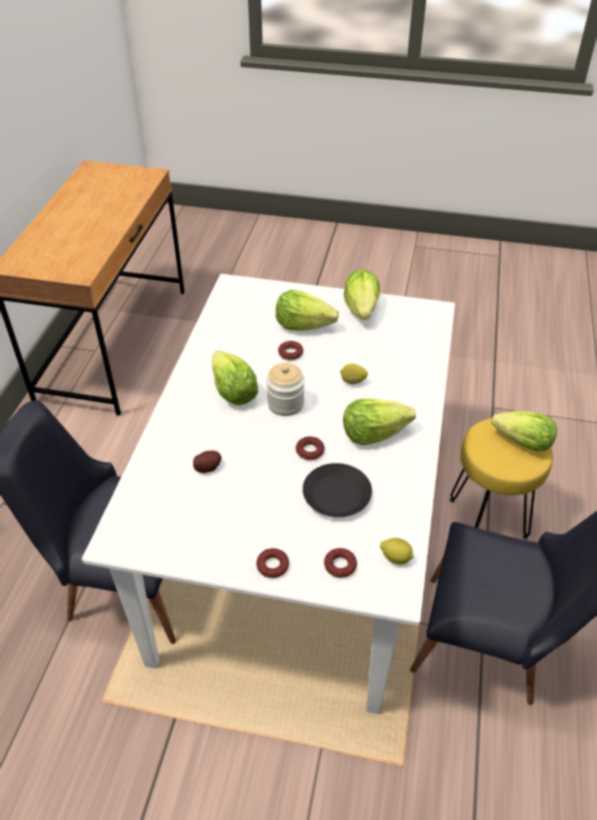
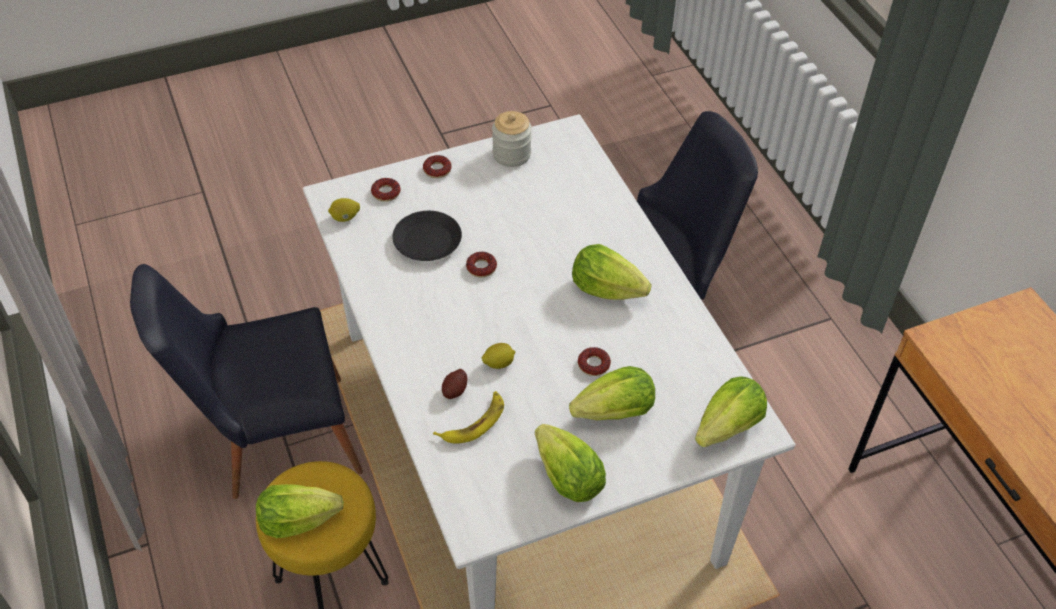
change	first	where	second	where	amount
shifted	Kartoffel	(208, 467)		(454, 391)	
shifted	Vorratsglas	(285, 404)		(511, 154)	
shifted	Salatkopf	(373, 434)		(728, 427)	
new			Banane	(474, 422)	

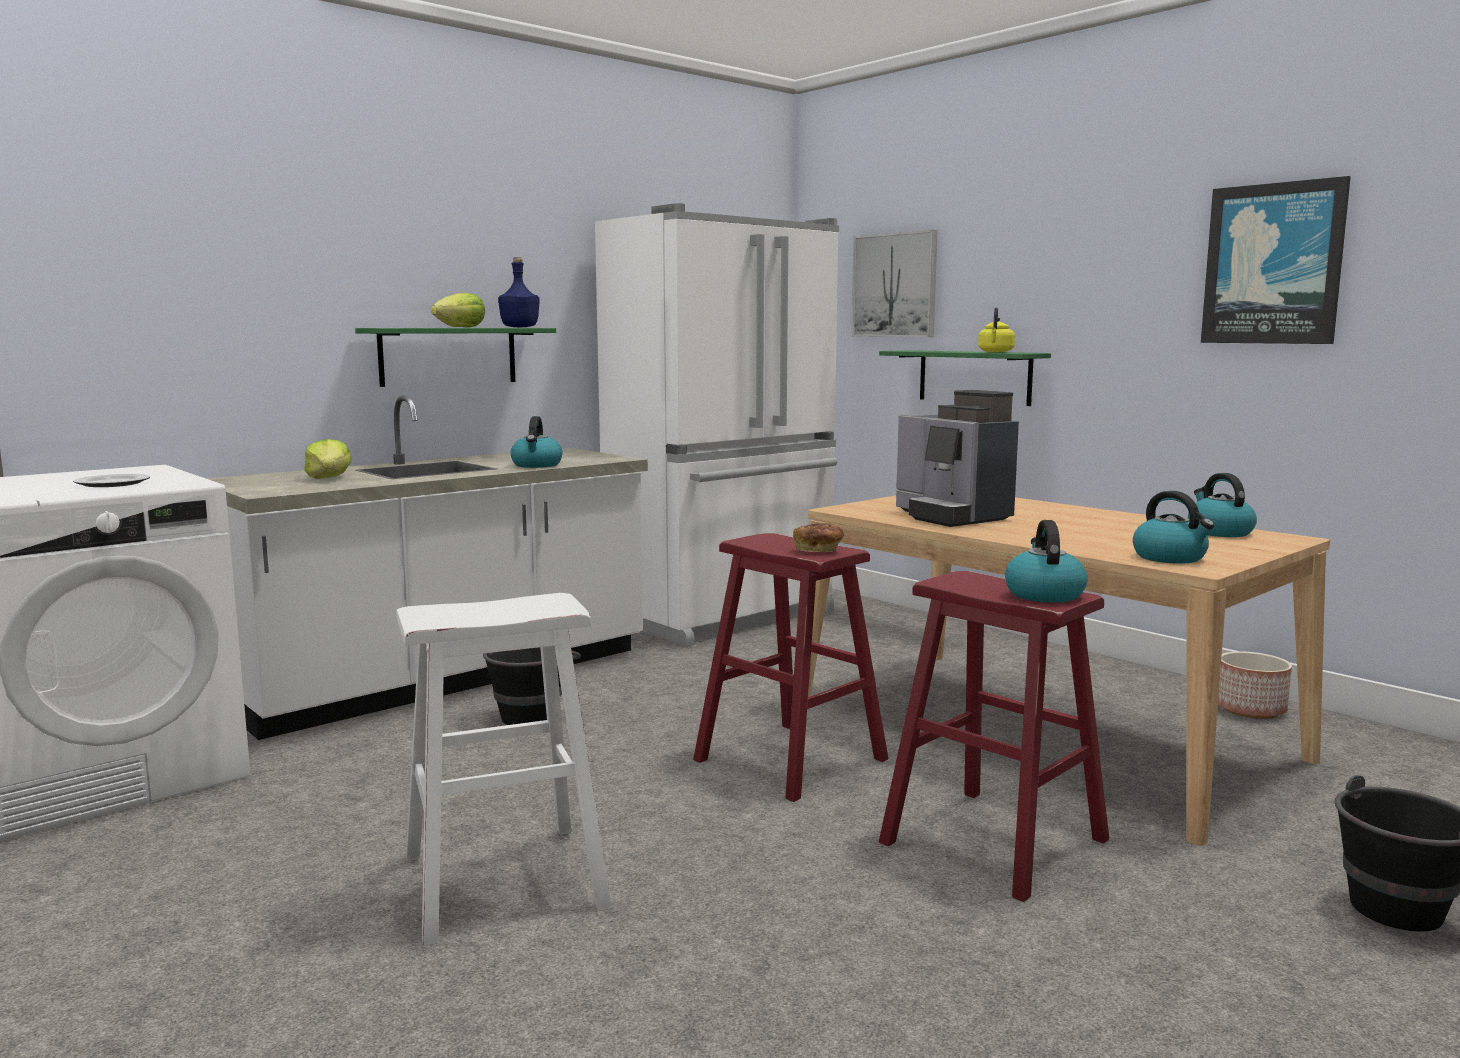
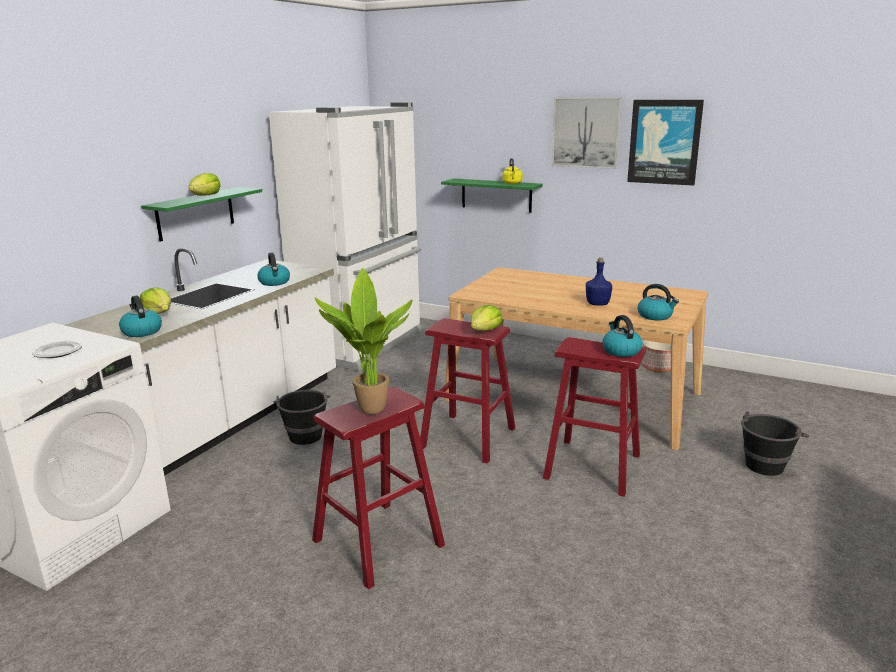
change	first	where	second	where	amount
repainted	Hocker (weiß)	(504, 880)	Hocker (rot)	(378, 542)	
shifted	Flasche (blau)	(519, 327)		(597, 304)	
swapped	Brot	(819, 550)	Salatkopf	(485, 330)	
shifted	Bild	(895, 285)		(586, 132)	
gone	Kaffeemaschine	(951, 516)			
shifted	Wasserkessel	(1219, 532)		(141, 331)	
new			Topfpflanze	(368, 410)	

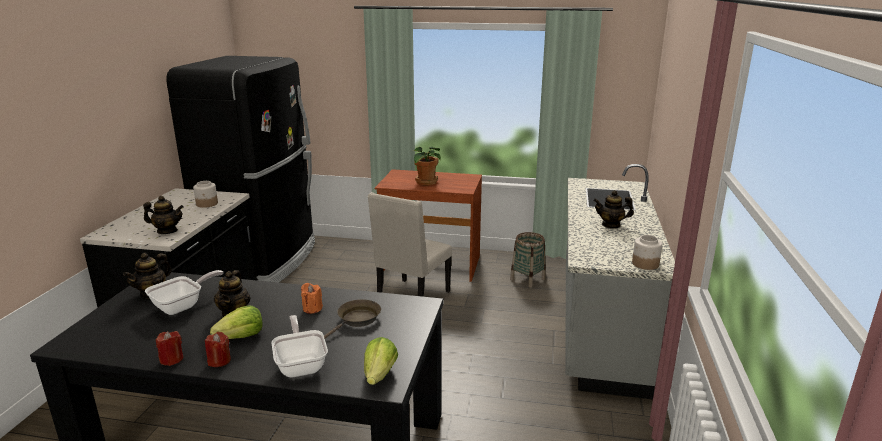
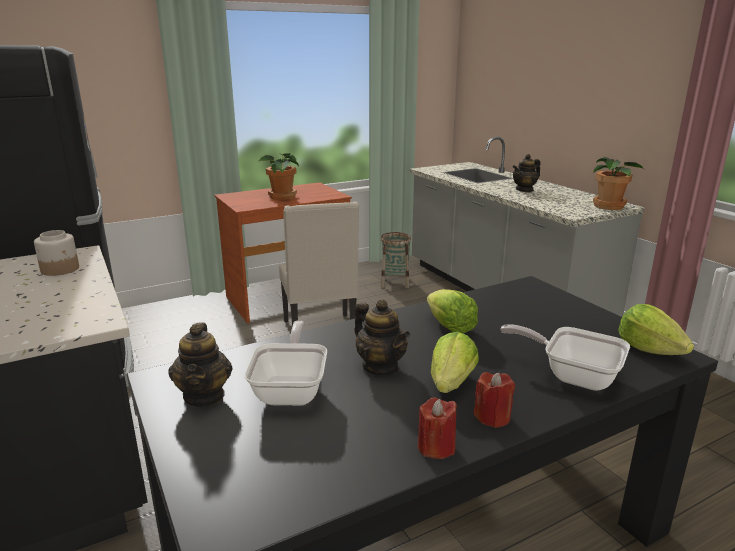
change	first	where	second	where	amount
gone	Teekanne	(167, 231)			
swapped	Kerze (orange)	(312, 308)	Salatkopf	(449, 327)	
gone	Pfanne (braun)	(357, 320)			
swapped	Vorratsglas	(645, 264)	Topfpflanze	(609, 206)	

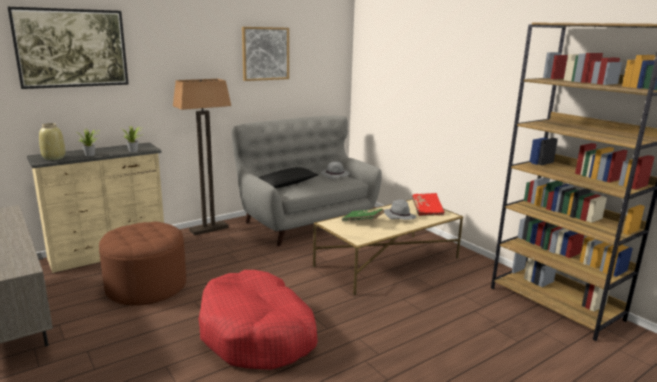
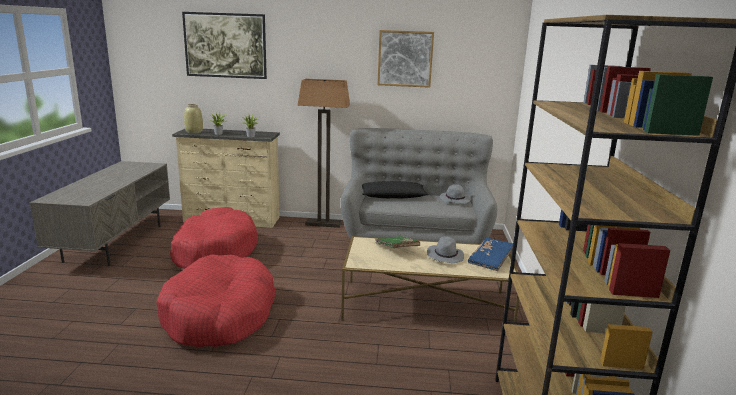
change	first	where	second	where	amount
swapped	Polsterhocker (braun)	(146, 286)	Hundebett (rot)	(214, 251)	
repainted	Buch (rot)	(427, 210)	Buch (blau)	(490, 261)	

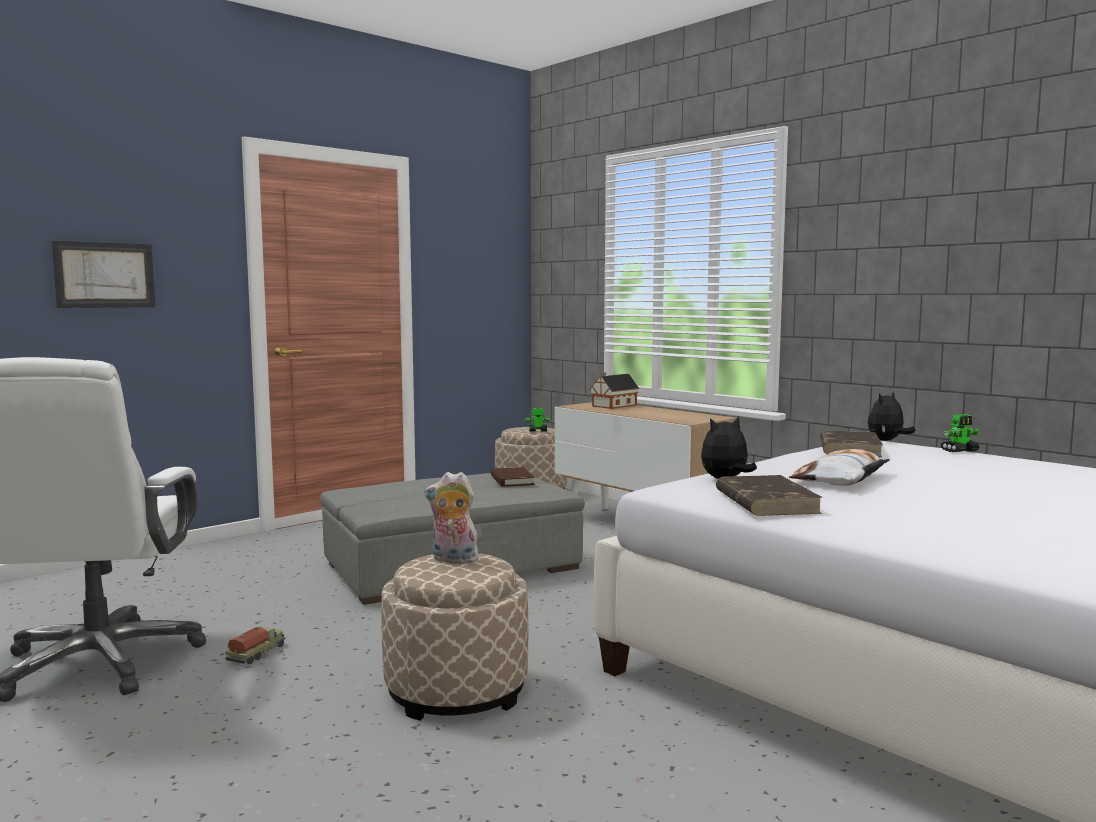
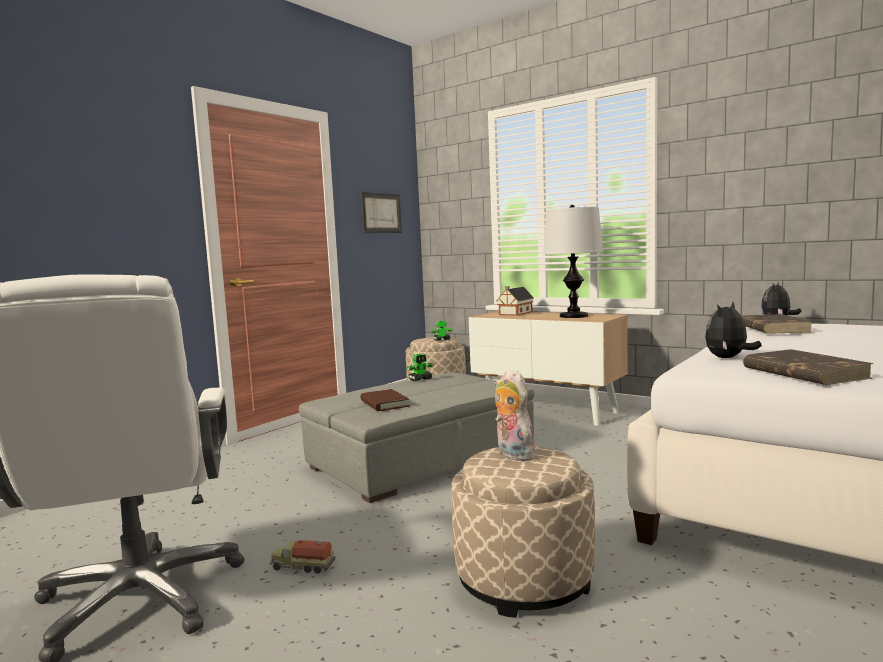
change	first	where	second	where	amount
shifted	Bild	(105, 275)		(381, 213)	
rotated	Spielzeuglaster	(257, 654)		(302, 566)	90 degrees counterclockwise
rotated	Plüschtier	(453, 560)		(512, 454)	60 degrees clockwise
shifted	Buch (braun)	(512, 480)		(384, 403)	
gone	Kissen	(841, 479)			
shifted	Spielzeugroboter	(960, 451)		(420, 379)	
new			Tischlampe	(574, 316)	

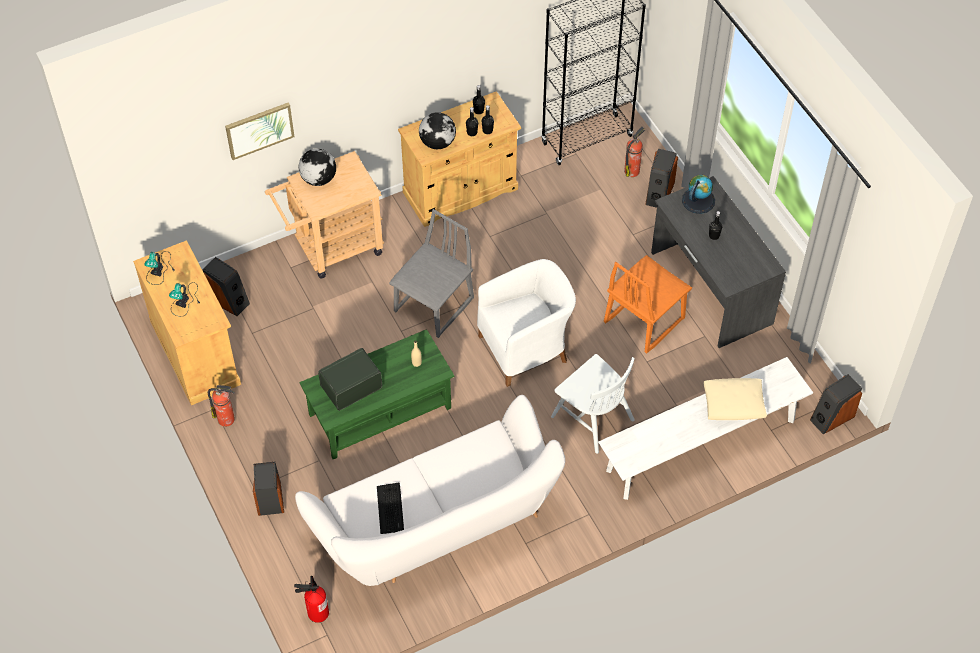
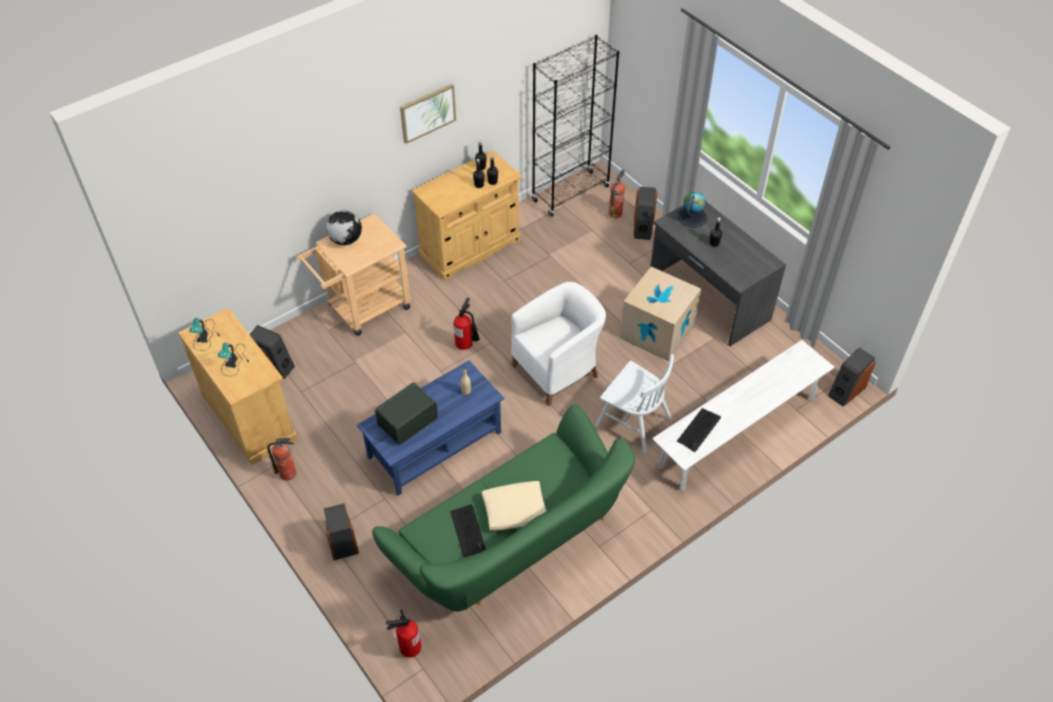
change	first	where	second	where	amount
shifted	Bild	(259, 130)		(427, 112)	
repainted	Sofa (weiß)	(438, 527)	Sofa (grün)	(511, 544)	
repainted	Couchtisch (grün)	(380, 412)	Couchtisch (blau)	(435, 445)	
swapped	Stuhl (grau)	(434, 305)	Feuerlöscher	(467, 345)	
gone	Globus	(438, 142)			
swapped	Stuhl (orange)	(643, 320)	Karton	(657, 332)	
shifted	Kissen (beige)	(733, 404)		(514, 511)	
new			Tastatur	(699, 430)	

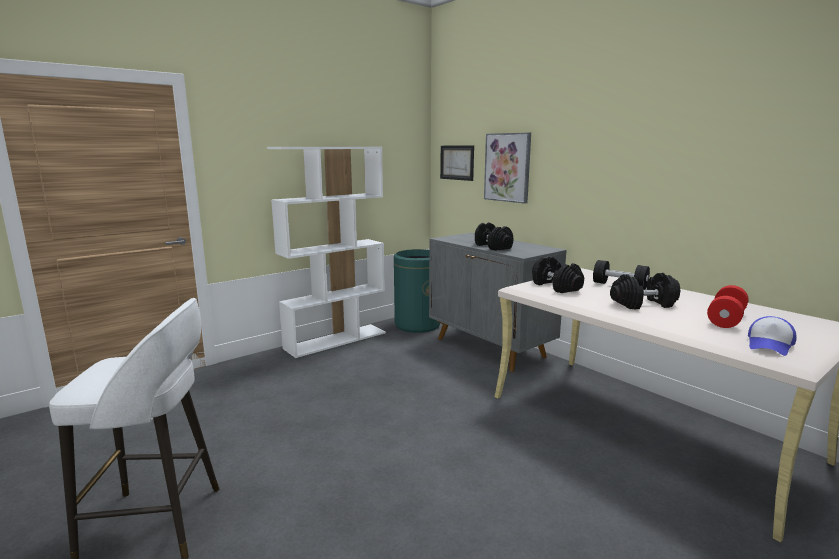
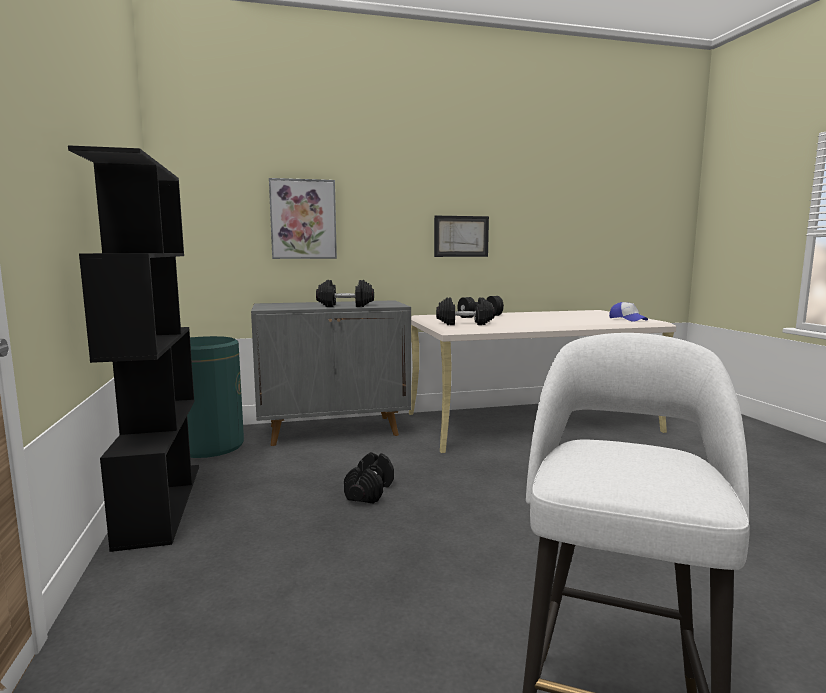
change	first	where	second	where	amount
repainted	Bücherregal (weiß)	(336, 340)	Bücherregal (schwarz)	(160, 502)	
shifted	Bild	(457, 162)		(461, 236)	
shifted	Hantel (schwarz)	(643, 304)		(370, 491)	
gone	Hantel (rot)	(726, 319)			

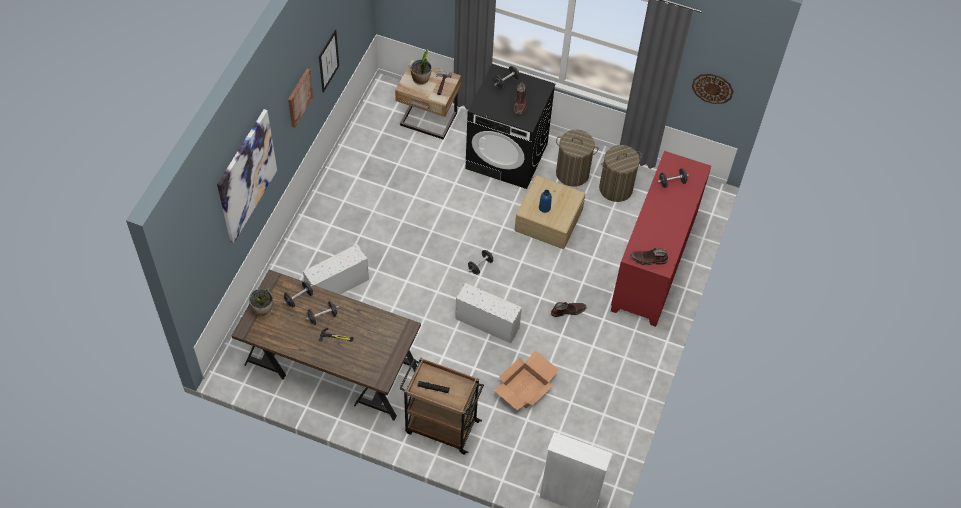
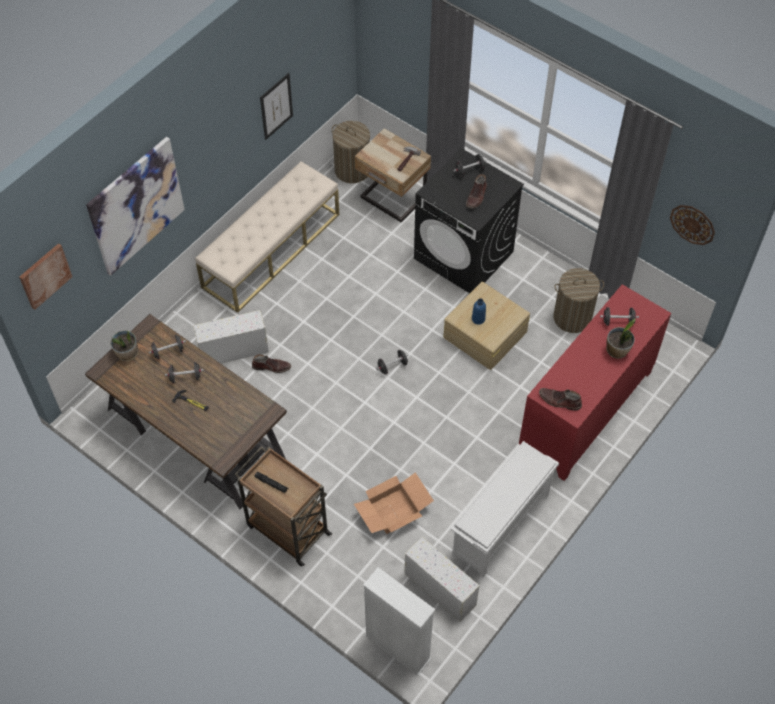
change	first	where	second	where	amount
shifted	Bild	(299, 97)		(45, 275)	
shifted	Topfpflanze	(421, 79)		(617, 351)	
shifted	Aufbewahrungsbox (weiß)	(486, 323)		(439, 588)	
shifted	Stiefel (braun)	(568, 310)		(271, 366)	
shifted	Wäschekorb	(572, 173)		(352, 170)	
new			Bank (beige)	(271, 250)	
new			Schuhregal (weiß)	(500, 526)	

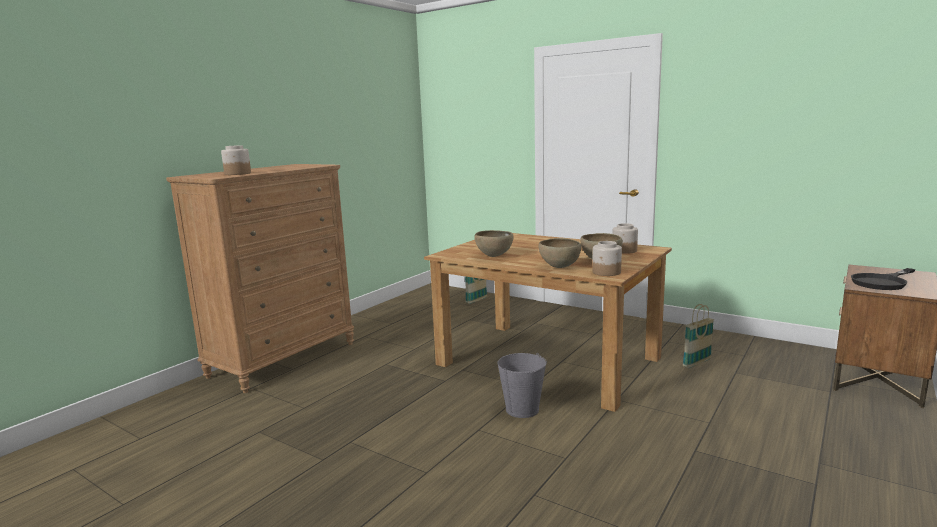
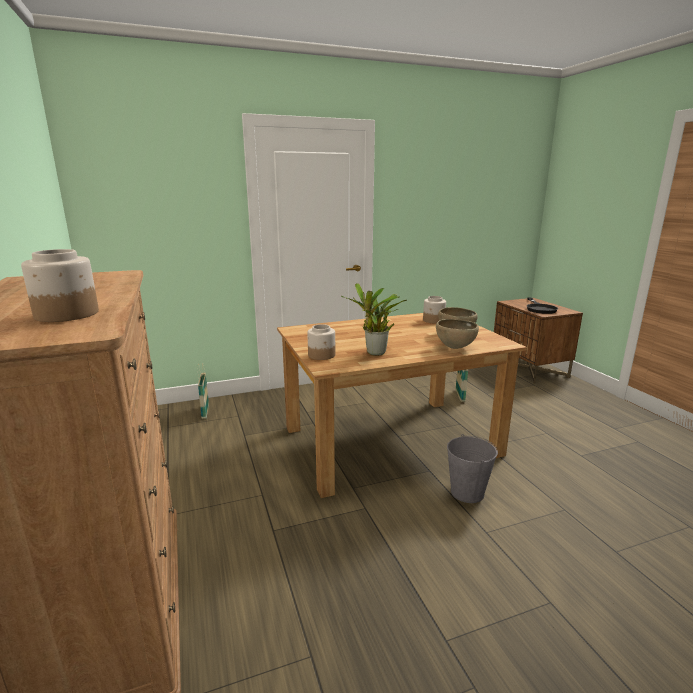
change	first	where	second	where	amount
swapped	Schüssel (braun)	(494, 256)	Topfpflanze	(374, 354)	
shifted	Vorratsglas	(606, 272)		(322, 355)	

